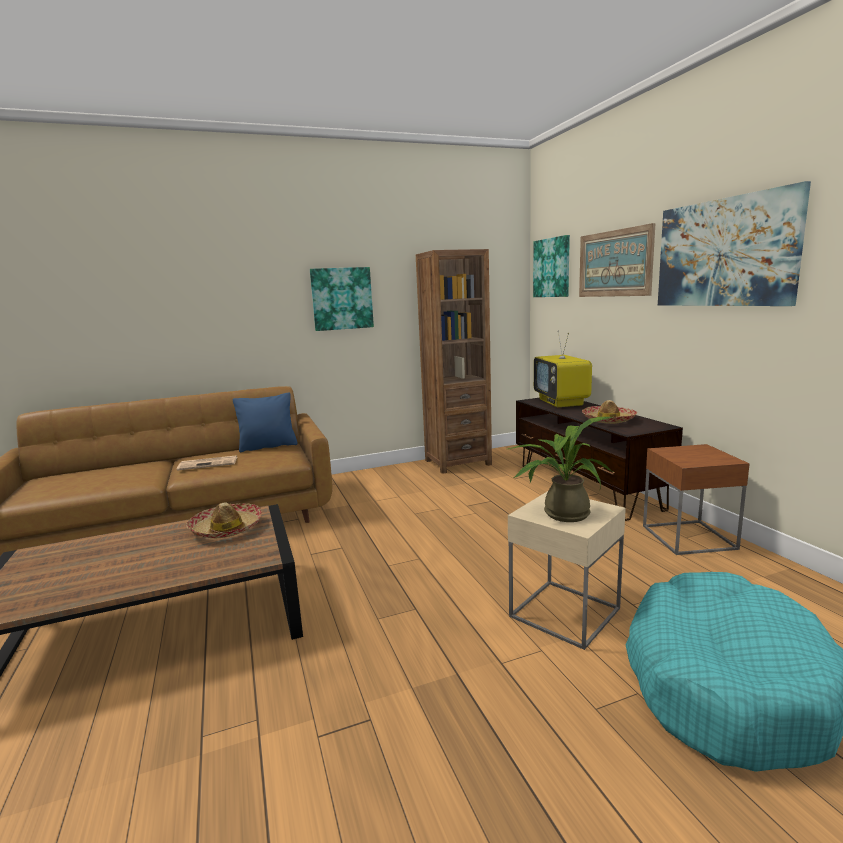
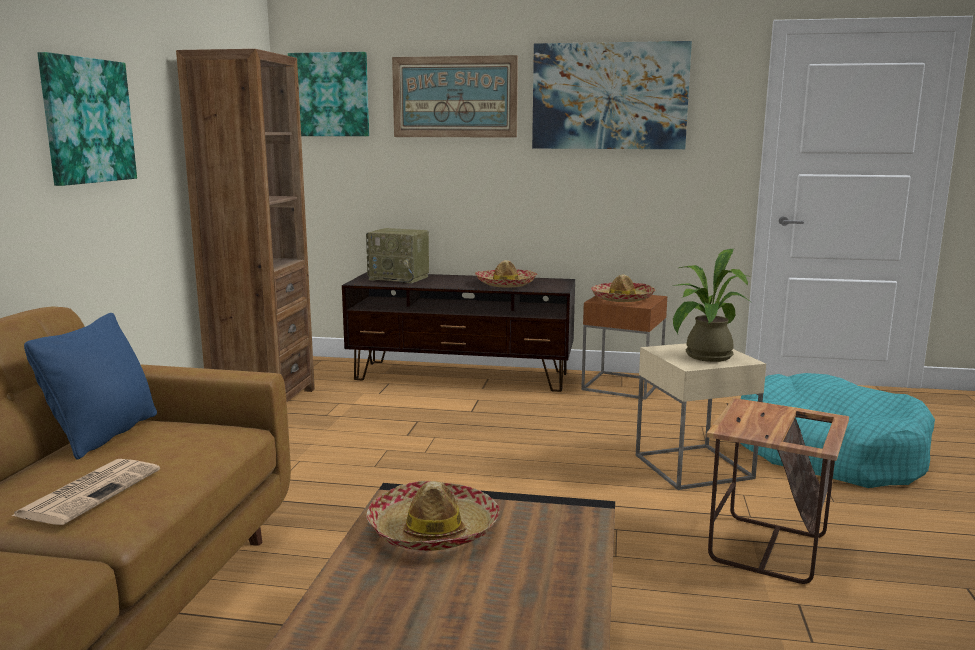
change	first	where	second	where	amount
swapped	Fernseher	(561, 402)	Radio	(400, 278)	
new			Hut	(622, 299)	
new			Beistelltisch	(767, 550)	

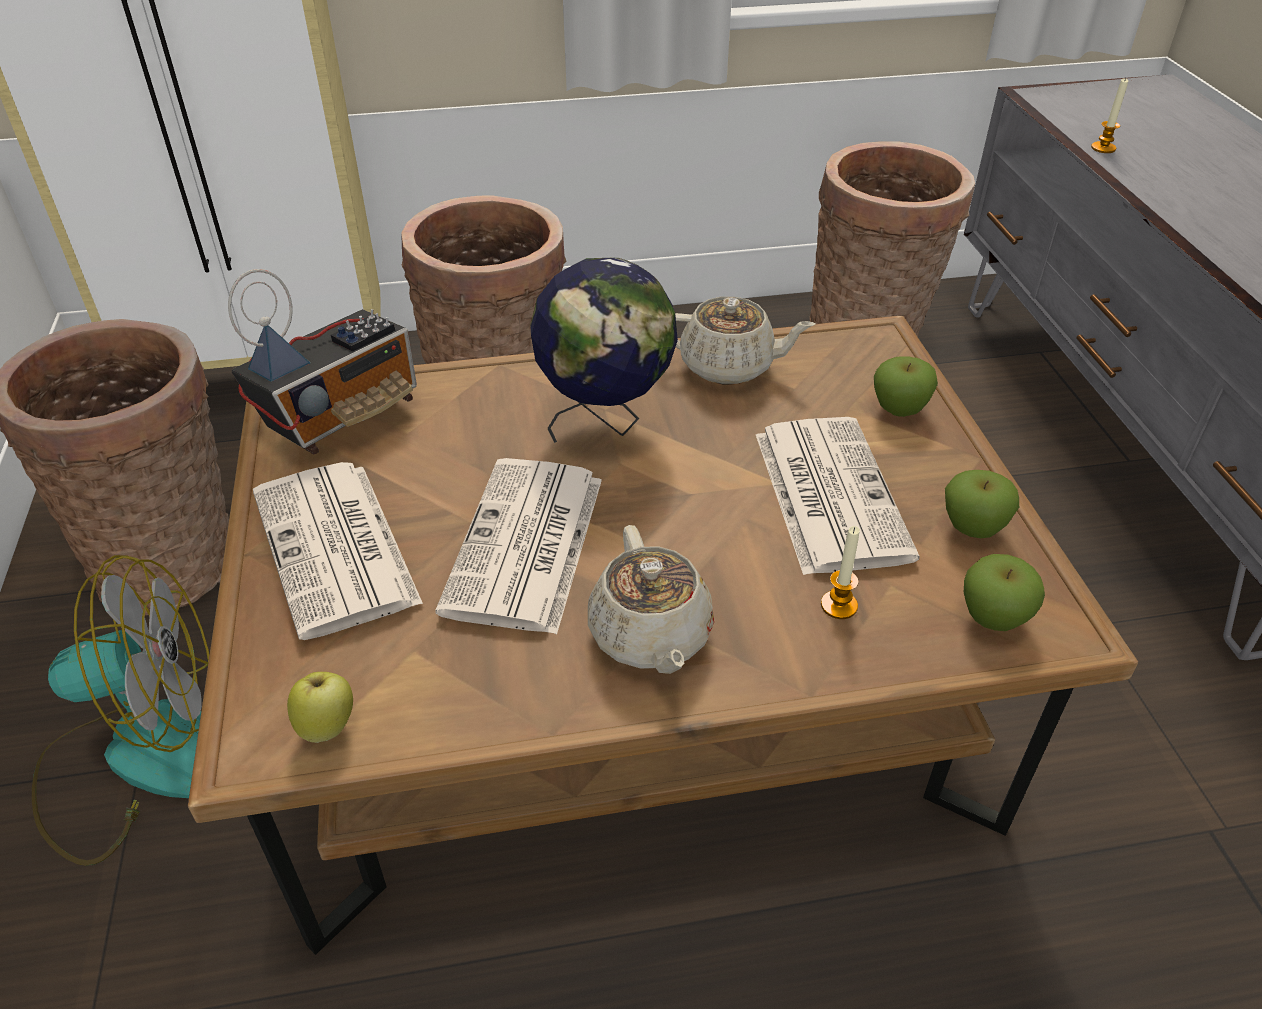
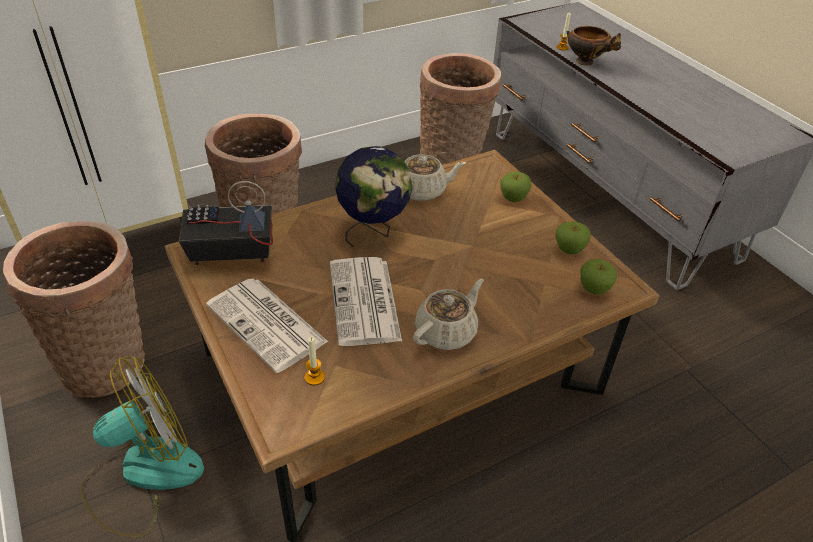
change	first	where	second	where	amount
rotated	Radio	(343, 416)		(231, 254)	120 degrees counterclockwise
gone	Apfel	(328, 726)			
rotated	Teekanne (beige)	(650, 636)		(446, 332)	105 degrees counterclockwise
gone	Zeitung	(828, 493)			
shifted	Kerze	(839, 605)		(314, 377)	
new			Schüssel	(586, 62)	

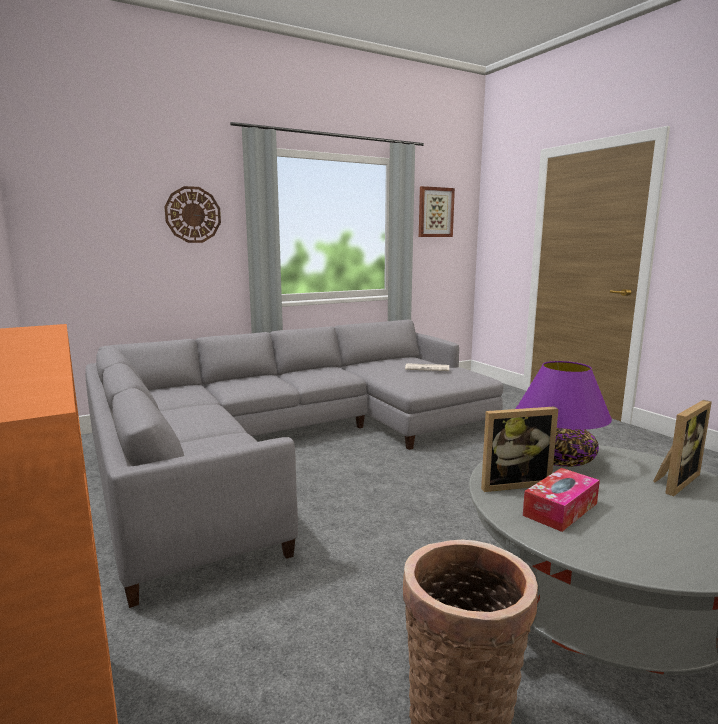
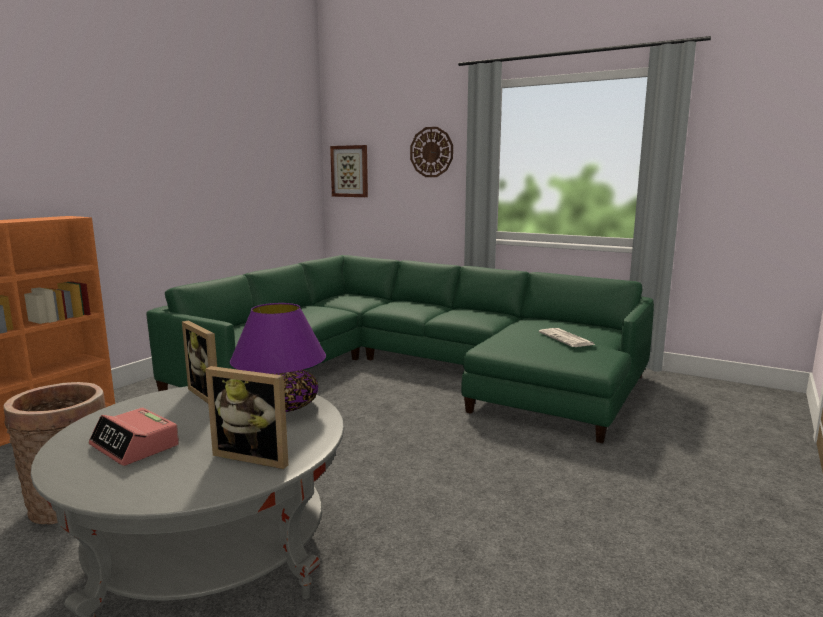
change	first	where	second	where	amount
repainted	Sofa (grau)	(290, 444)	Sofa (grün)	(412, 370)	
shifted	Bild	(435, 212)		(350, 171)	
gone	Taschentuchbox	(560, 509)			
new			Wecker	(135, 446)	

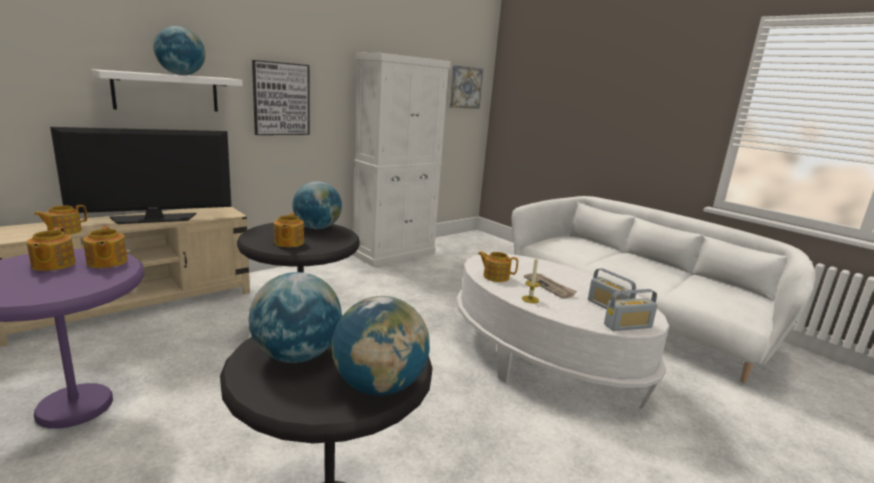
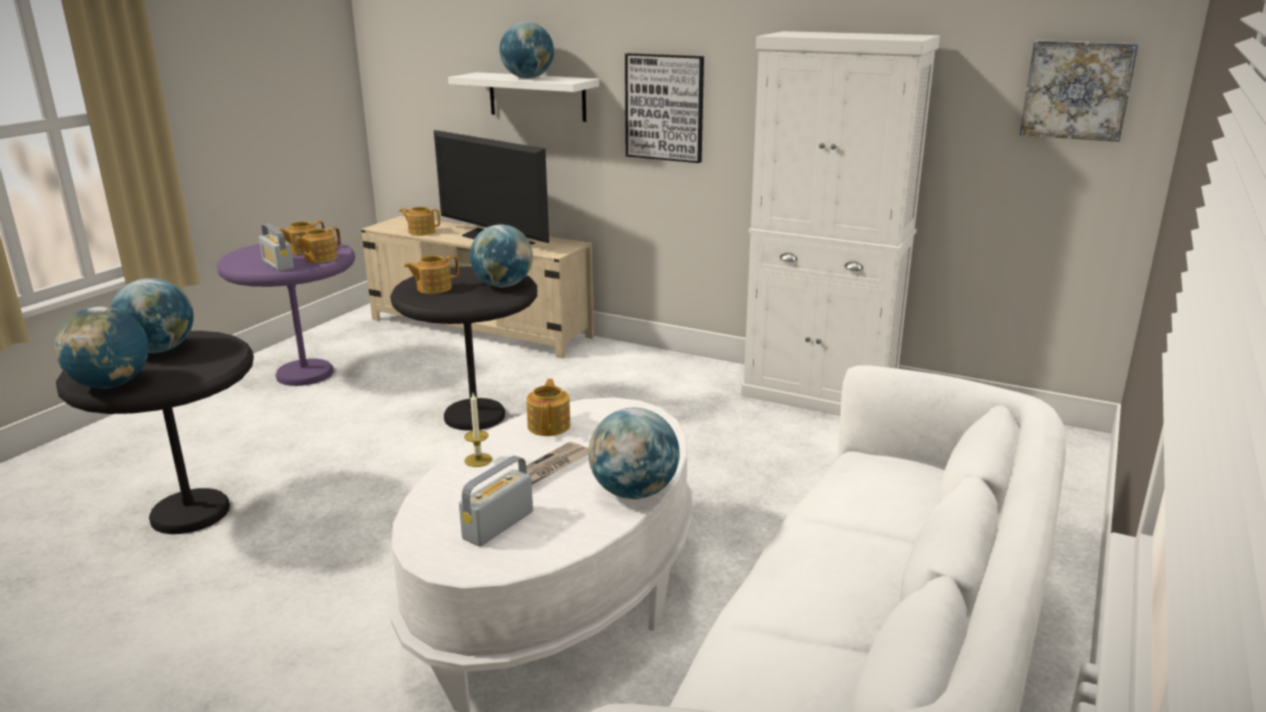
change	first	where	second	where	amount
shifted	Radio	(628, 326)		(278, 265)	
new			Globus	(633, 492)	

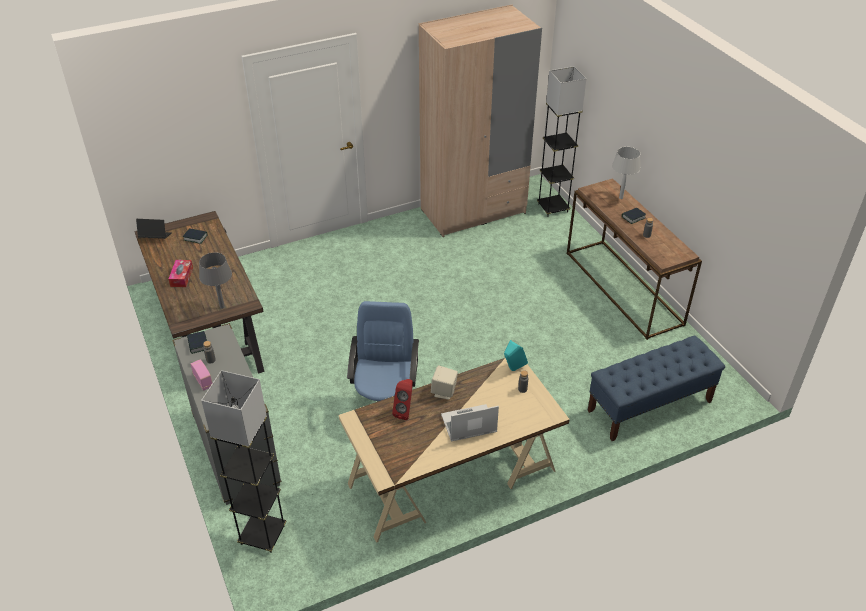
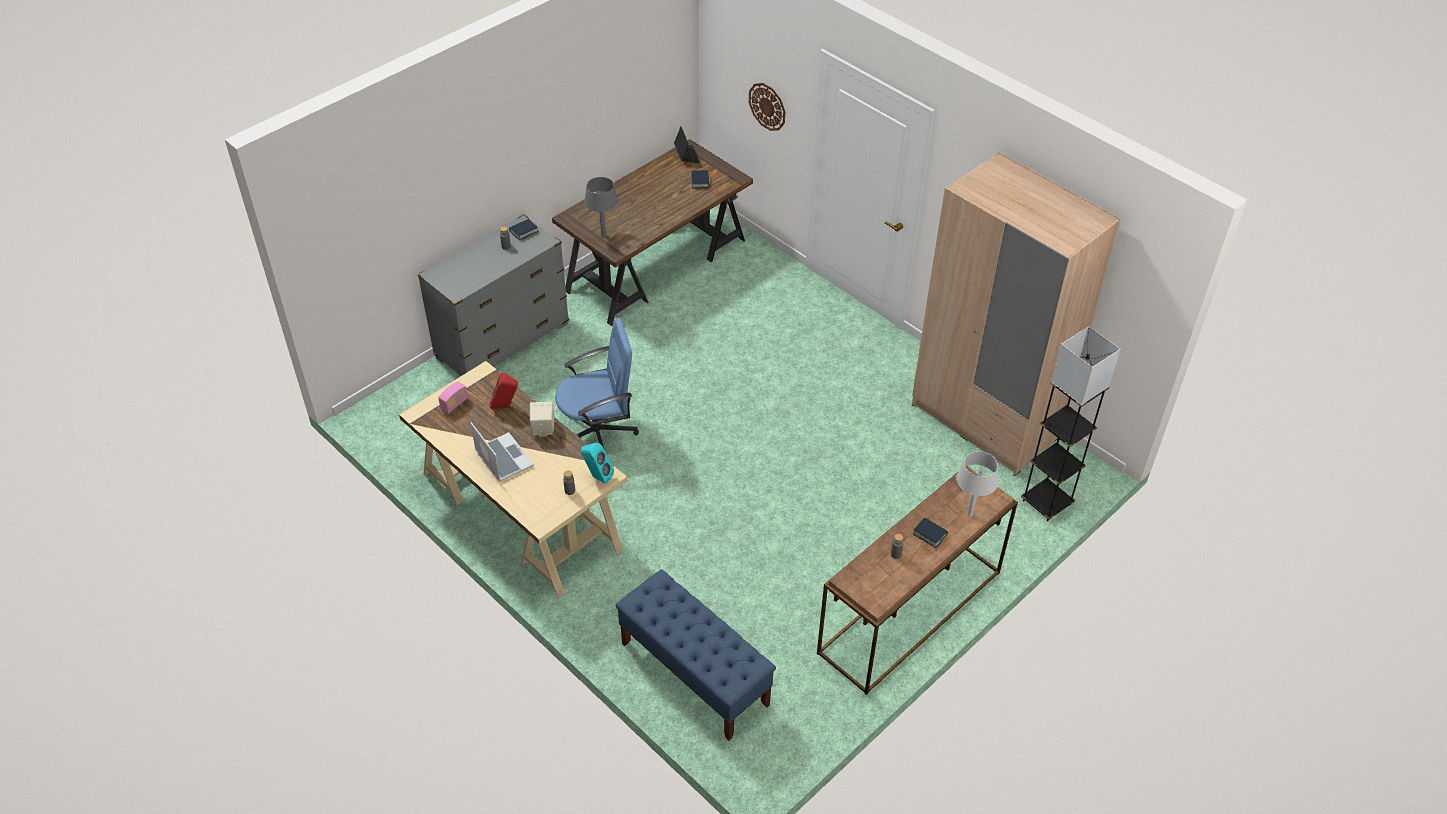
change	first	where	second	where	amount
gone	Taschentuchbox	(181, 277)			
shifted	Radio	(203, 381)		(454, 404)	
gone	Stehlampe (grau)	(262, 535)			
new			Wanduhr	(767, 106)	

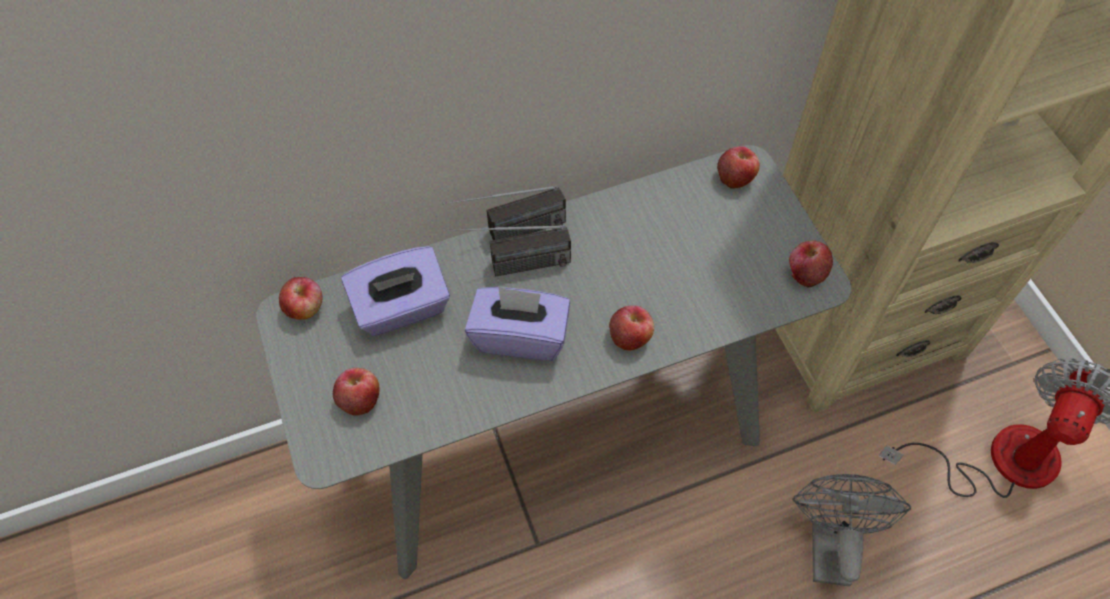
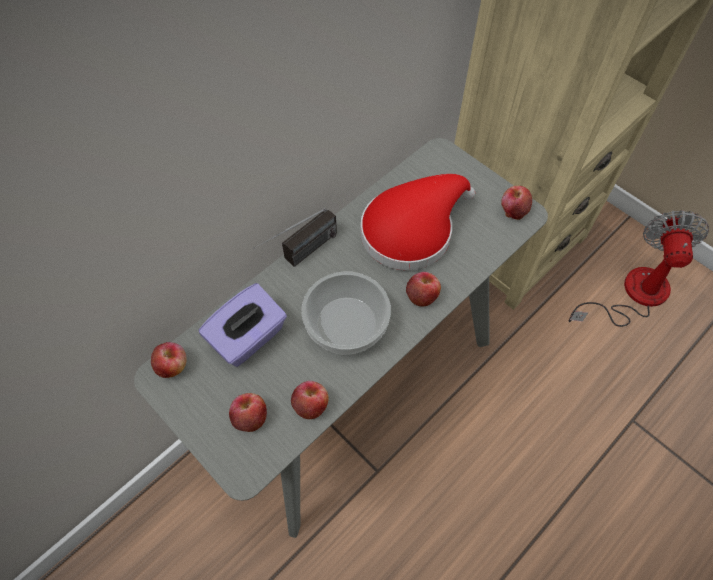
change	first	where	second	where	amount
gone	Radio	(511, 267)			
swapped	Taschentuchbox (lila)	(520, 336)	Schüssel	(345, 324)	
shifted	Apfel	(735, 177)		(310, 405)	
gone	Ventilator (grau)	(828, 542)			
new			Hut (rot)	(412, 230)	

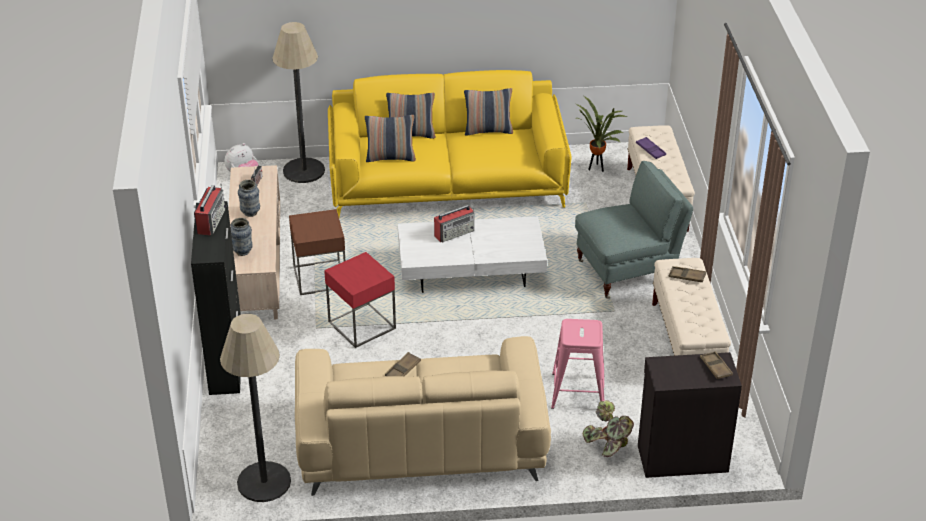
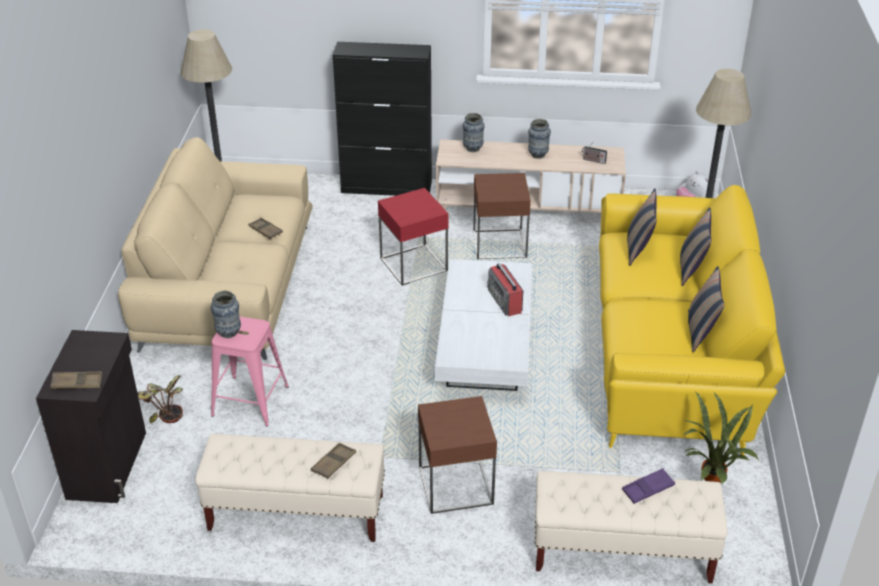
change	first	where	second	where	amount
gone	Radio	(211, 221)			
swapped	Sessel (grau)	(628, 272)	Beistelltisch (braun)	(455, 485)	
new			Vase	(228, 333)	

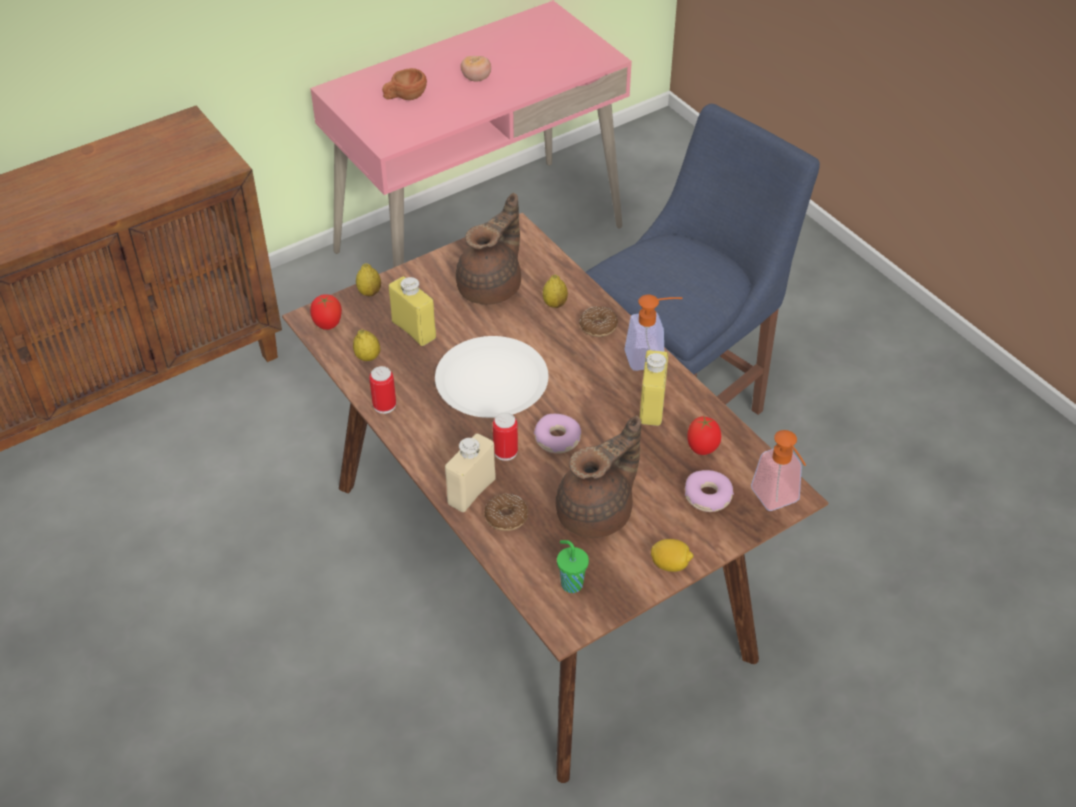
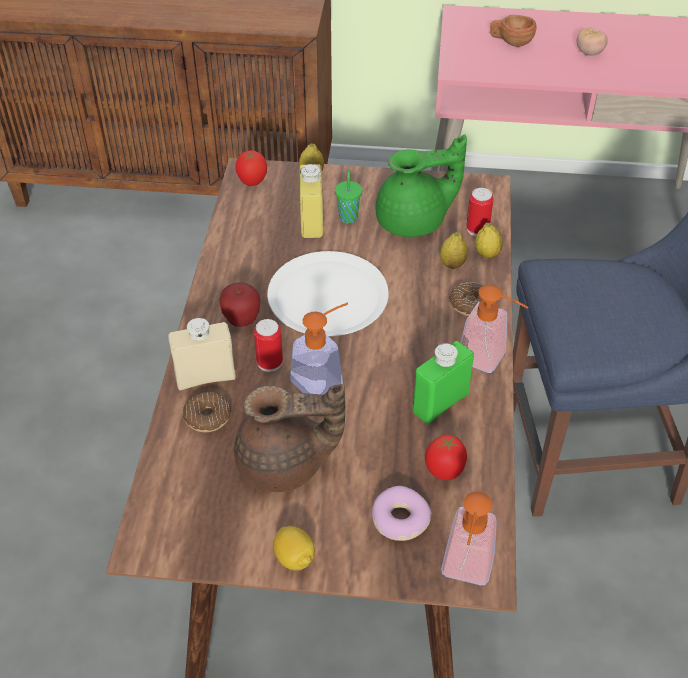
change	first	where	second	where	amount
shifted	Zitrone	(367, 357)		(487, 254)	
shifted	Dose	(384, 405)		(477, 229)	
repainted	Teekanne (braun)	(492, 287)	Teekanne (grün)	(414, 221)	
swapped	Donut	(557, 439)	Seifenspender	(324, 379)	
shifted	Tasse (grün)	(570, 583)		(348, 217)	
repainted	Flasche (gelb)	(652, 406)	Flasche (grün)	(440, 403)	
new			Apfel	(242, 320)	

